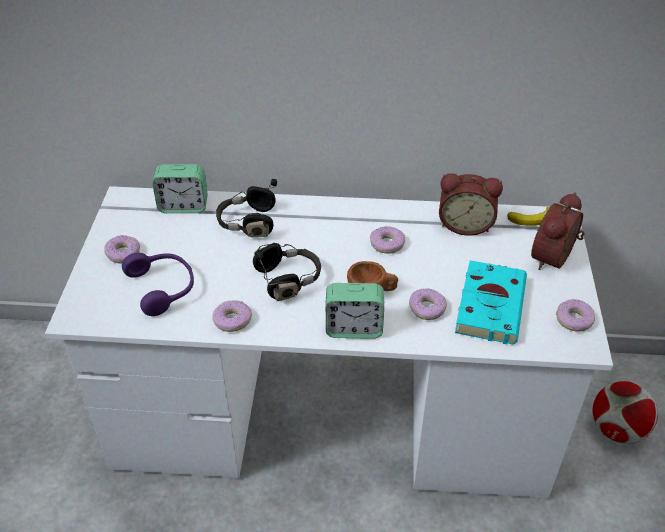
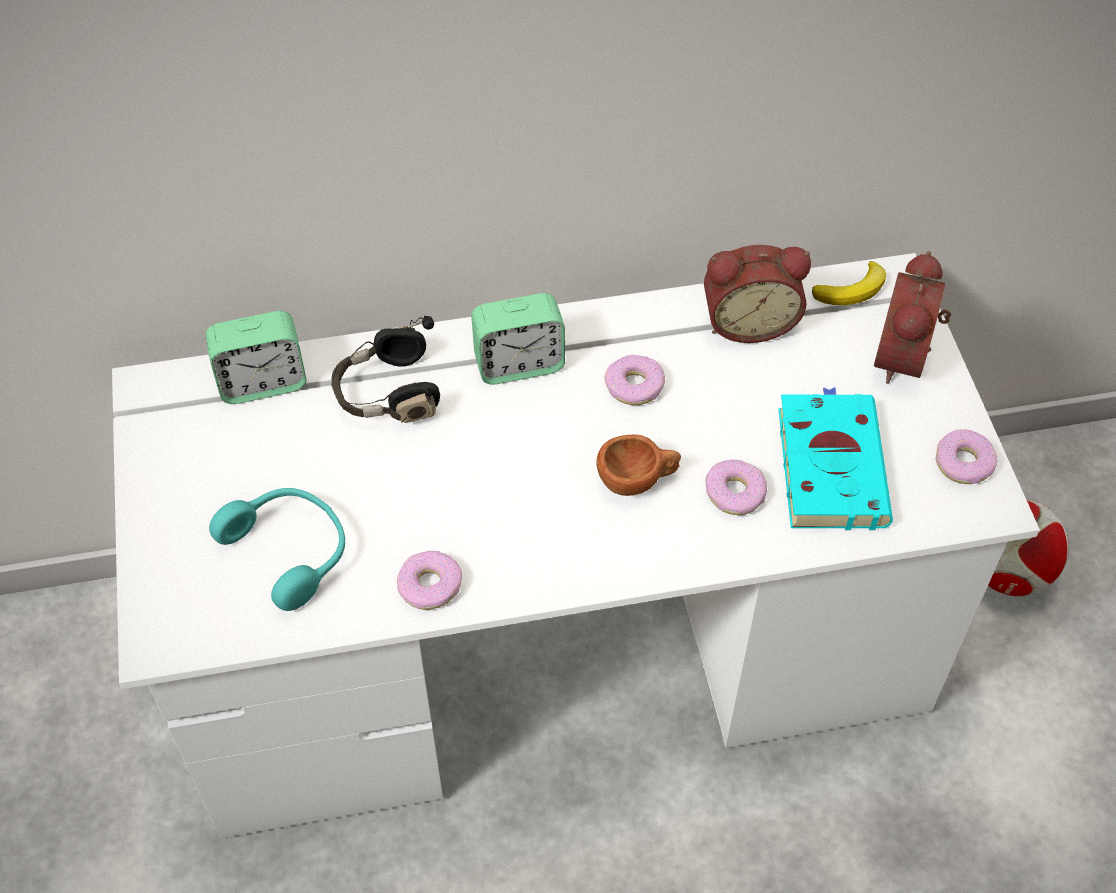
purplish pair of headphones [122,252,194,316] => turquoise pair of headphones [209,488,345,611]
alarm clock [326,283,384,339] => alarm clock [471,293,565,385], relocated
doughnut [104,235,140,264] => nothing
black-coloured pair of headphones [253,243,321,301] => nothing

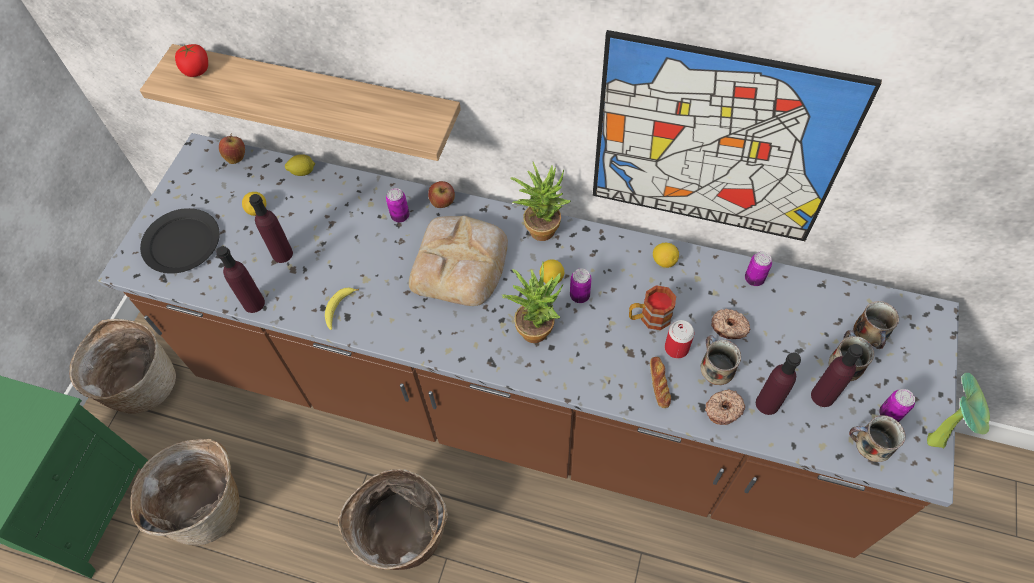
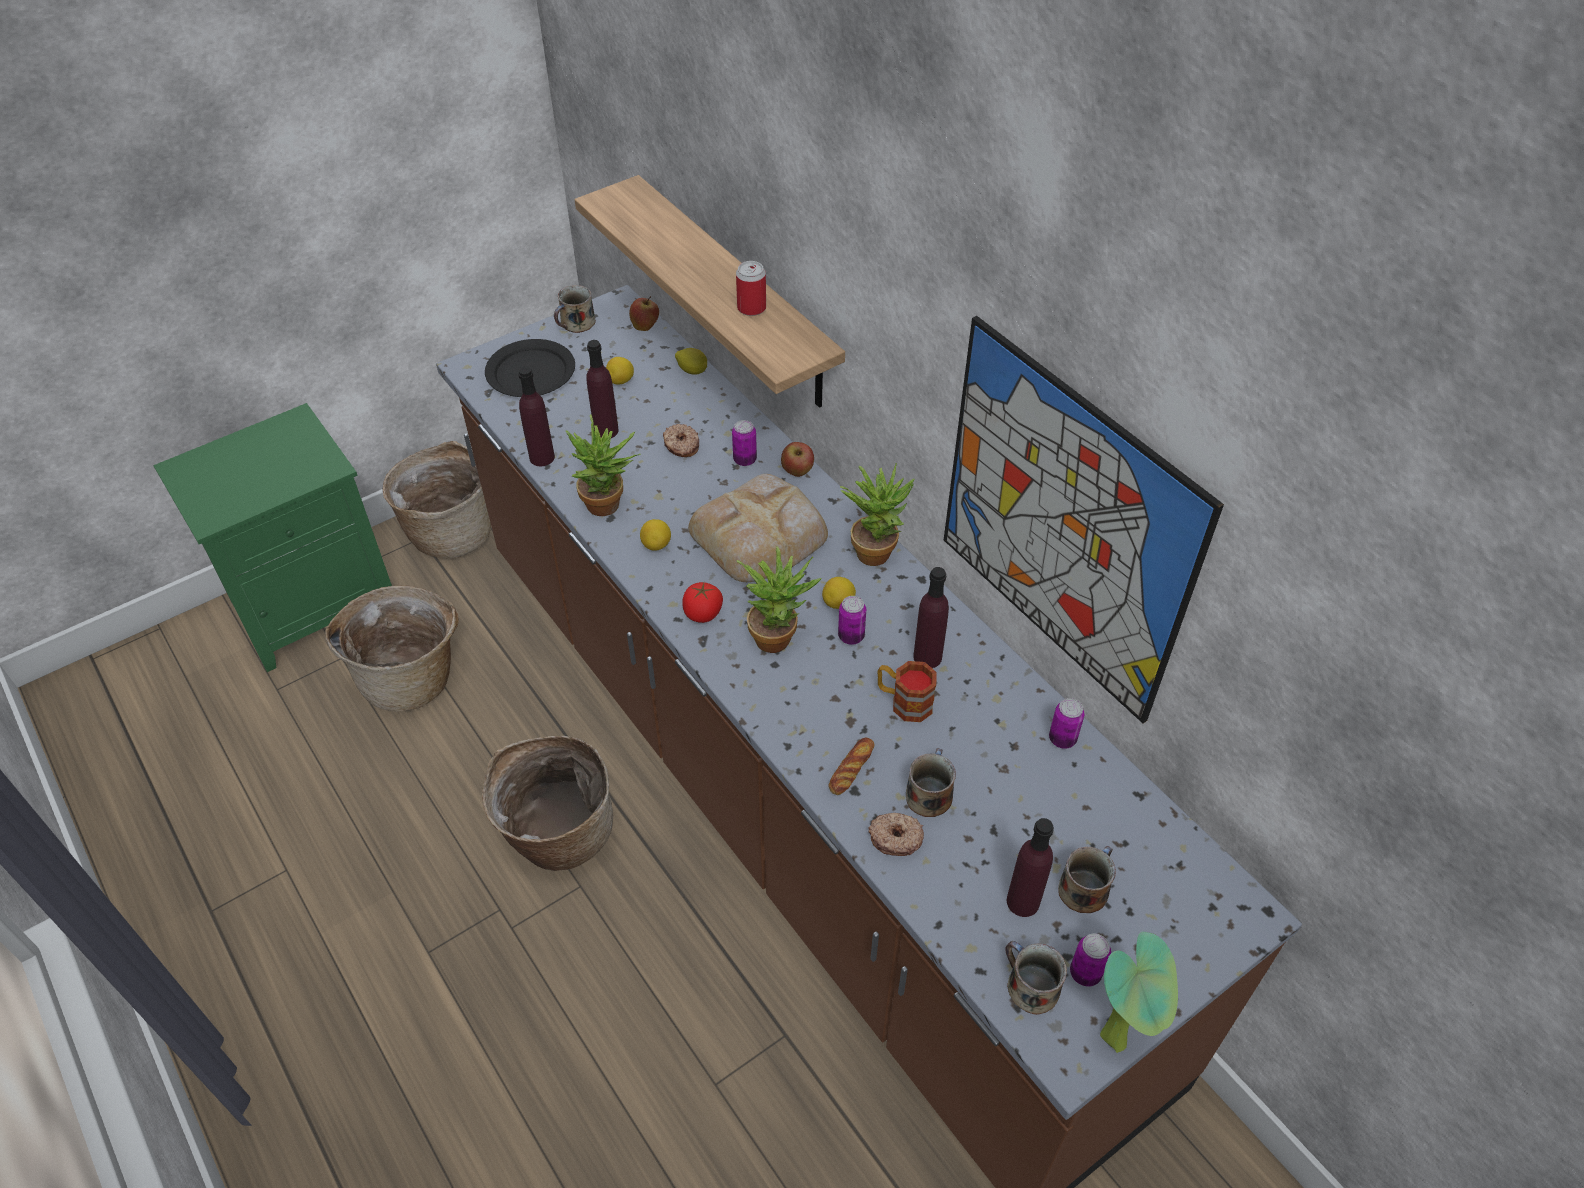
coffee mug [853,301,899,349] => coffee mug [554,285,596,333], relocated
banana fruit [325,288,359,330] => houseplant [565,415,640,516]
lemon [653,243,679,268] => lemon [640,519,671,551], relocated
doughnut [711,308,751,339] => doughnut [663,424,699,457], relocated
fresh tomato [175,44,208,77] => fresh tomato [682,582,723,623], relocated
can [665,320,695,359] => can [736,261,766,316], relocated
purplish beverage bottle [756,352,801,415] => purplish beverage bottle [913,567,949,668], relocated

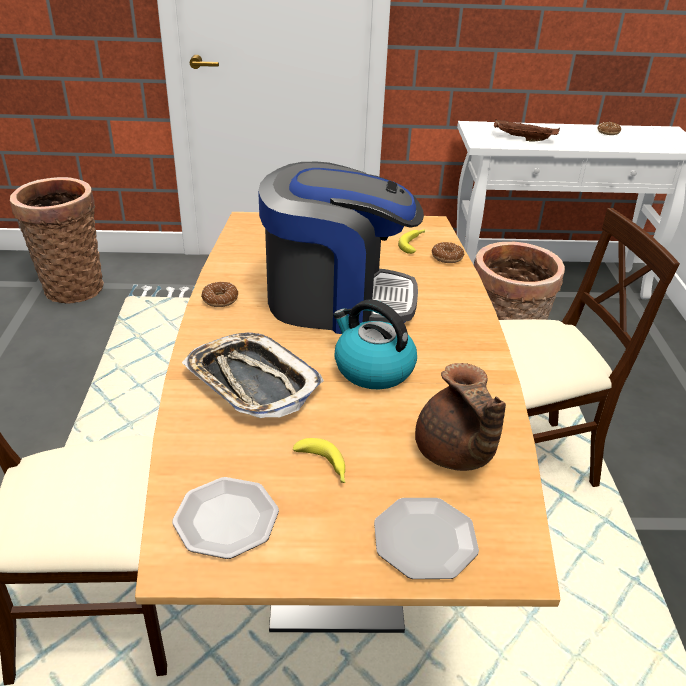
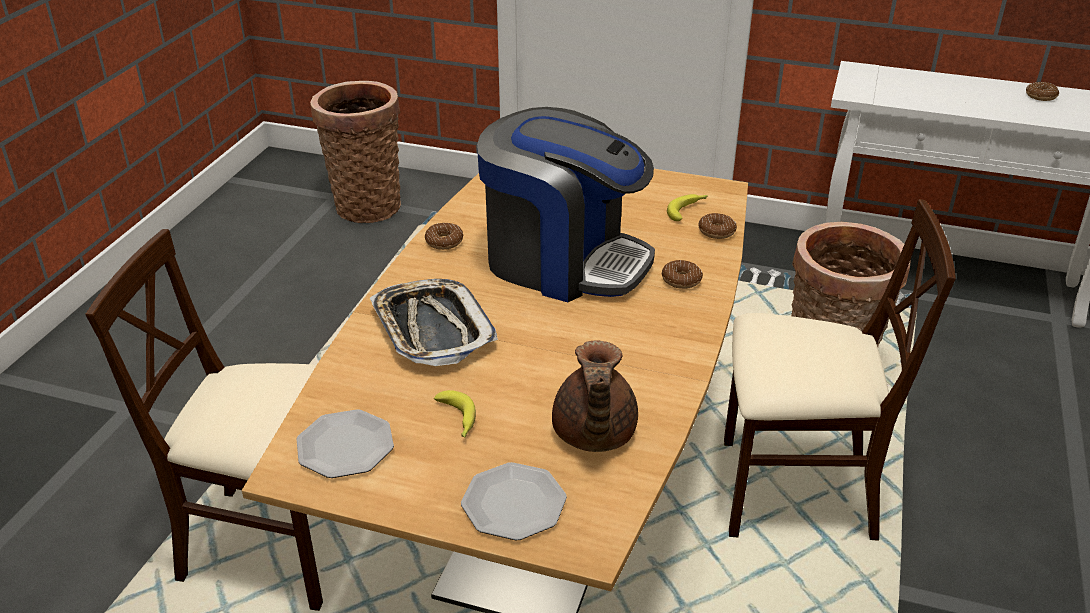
nothing => doughnut [662,260,703,289]
kettle [333,299,417,389] => nothing
brownish carrying tray [494,119,560,141] => nothing

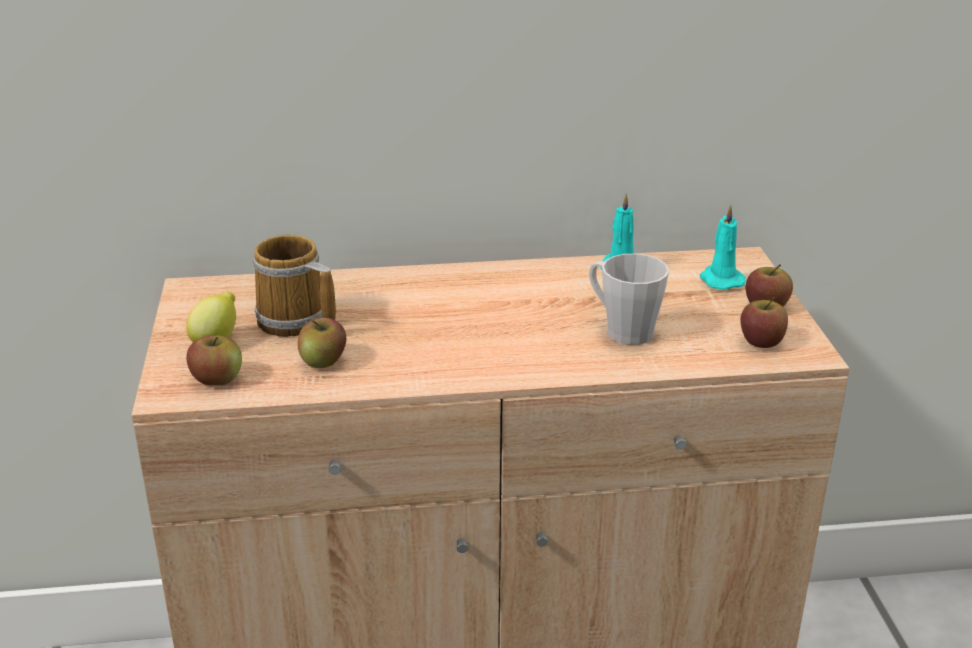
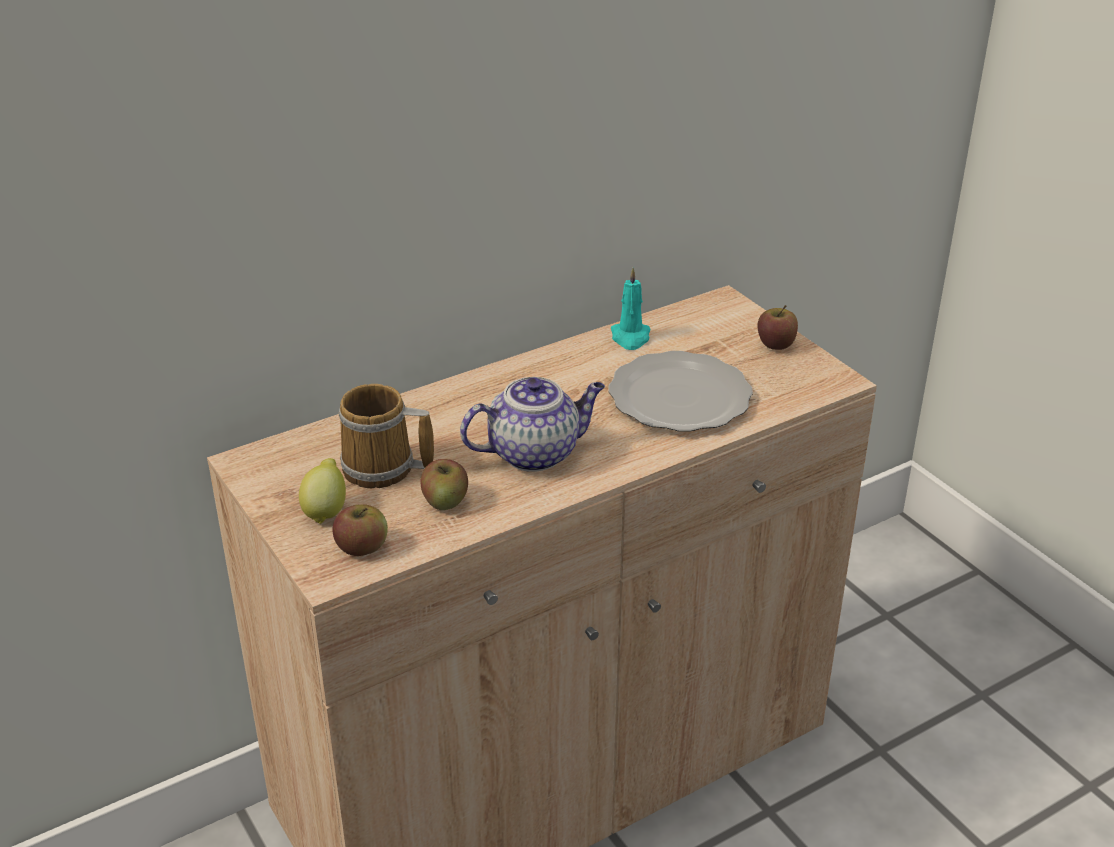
nothing => tea pot [460,377,605,472]
greyish coffee mug [589,254,669,345] => dinner plate [608,351,753,432]
turquoise wax candle [700,204,746,290] => nothing
whole apple [740,297,788,348] => nothing

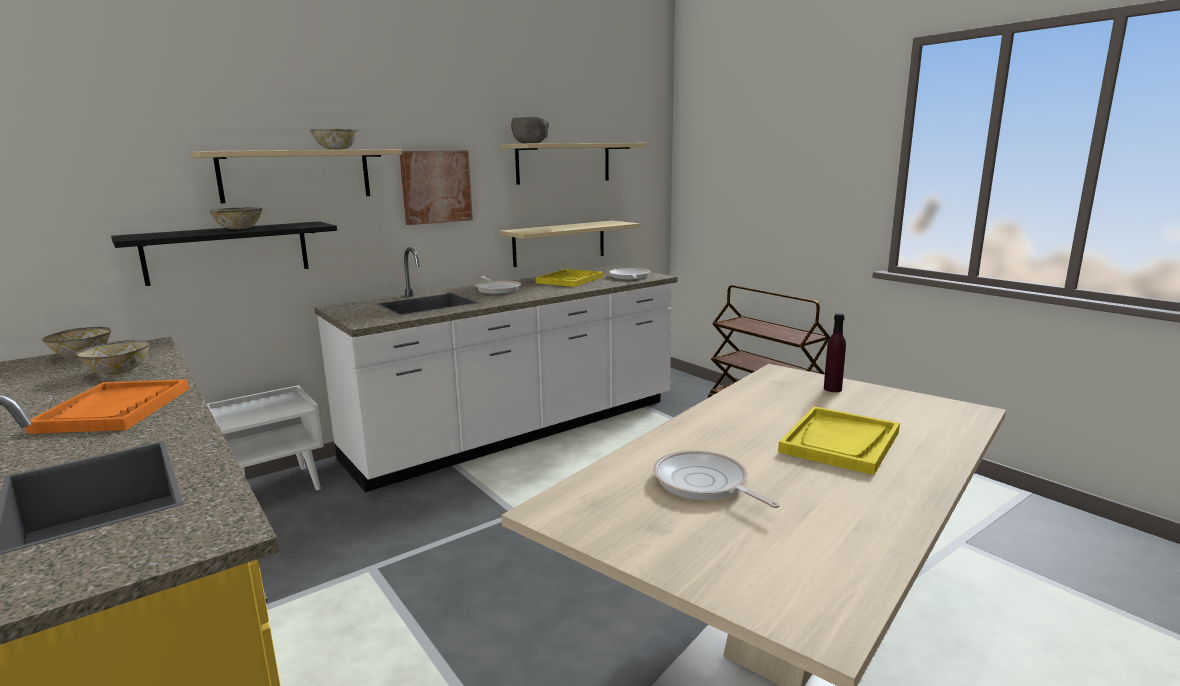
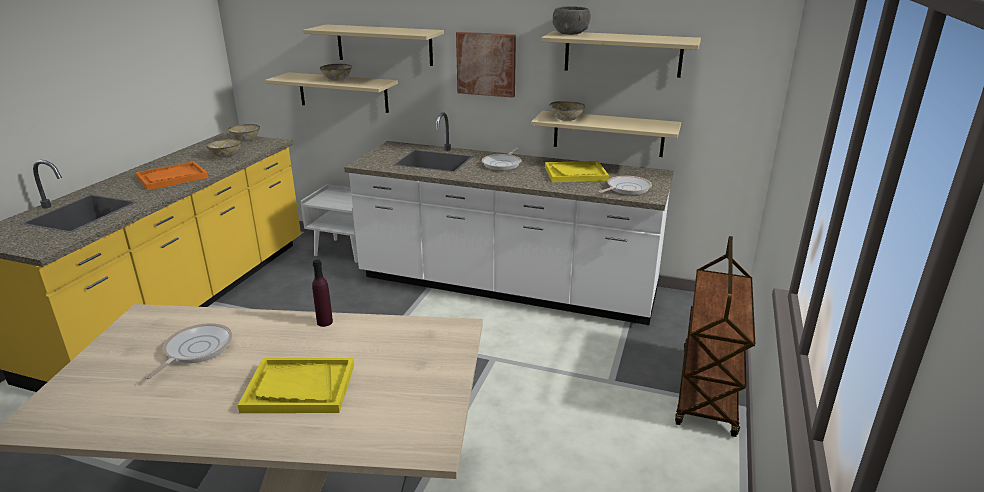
black-coloured bracket shelf [111,221,337,286] => sand-coloured bracket shelf [265,72,398,113]
purplish beverage bottle [824,313,846,392] => purplish beverage bottle [312,260,333,327], relocated
deep dish [310,129,359,150] => deep dish [549,101,585,121], relocated

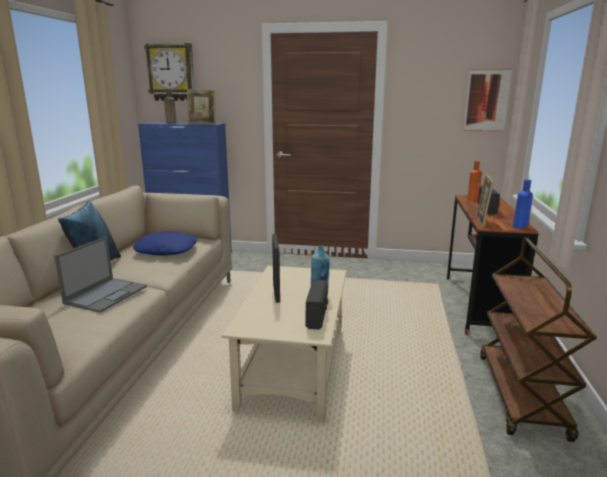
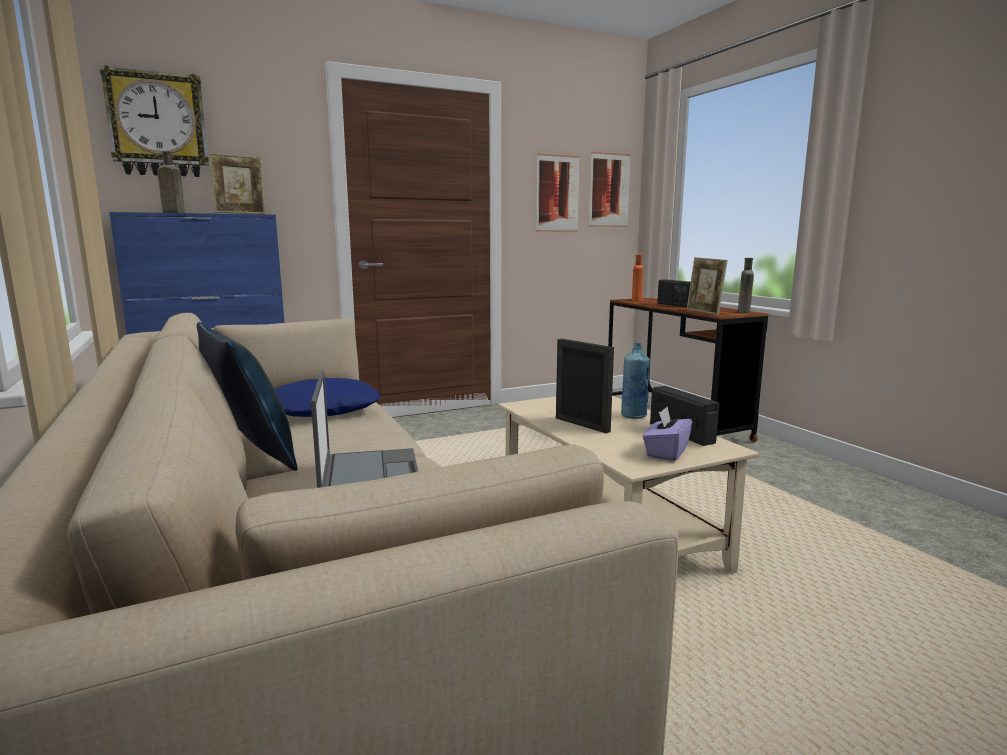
nothing => picture [536,154,580,232]
nothing => purplish box of tissues [643,407,692,461]
blue beverage bottle [513,180,533,229] => brownish beverage bottle [738,258,754,313]
brownish trolley [480,238,597,442] => nothing

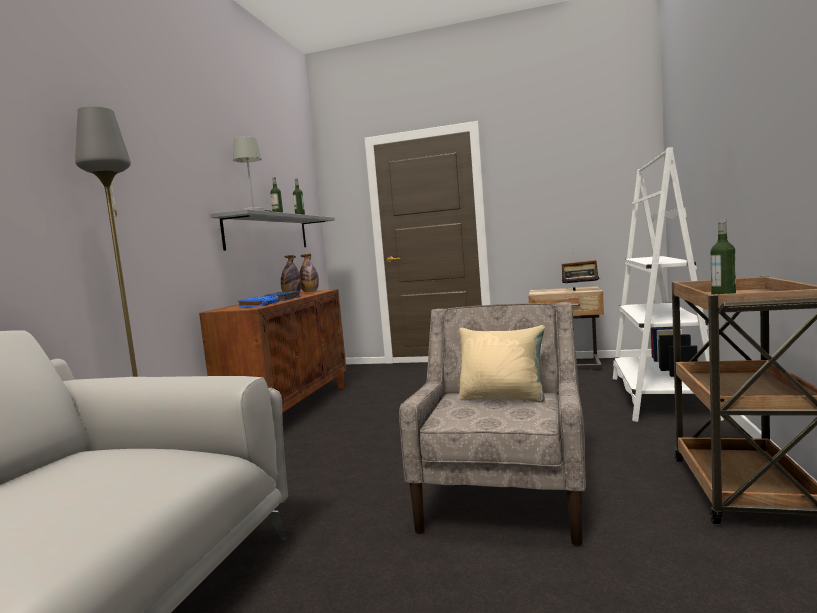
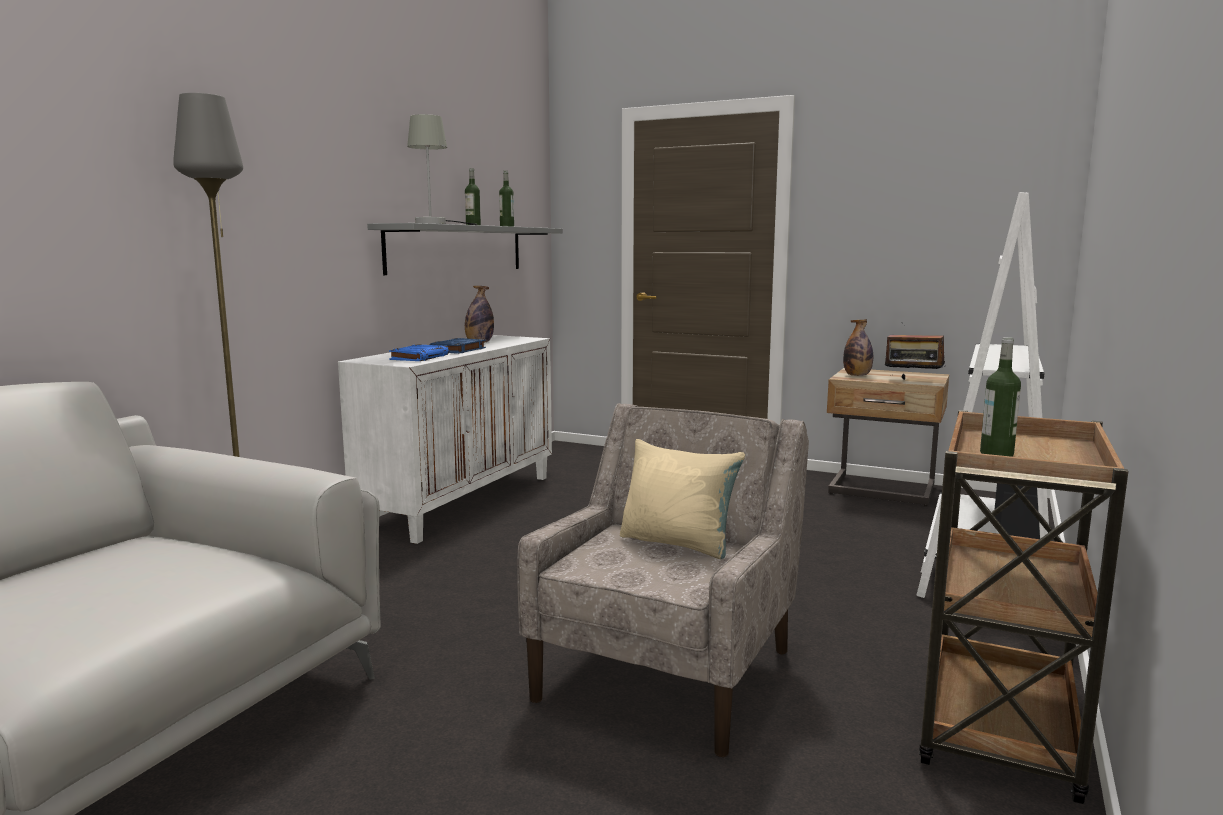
brownish storage cabinet [199,289,347,413] => white-coloured storage cabinet [338,335,552,544]
beverage bottle [299,254,319,292] => beverage bottle [843,319,873,376], relocated

